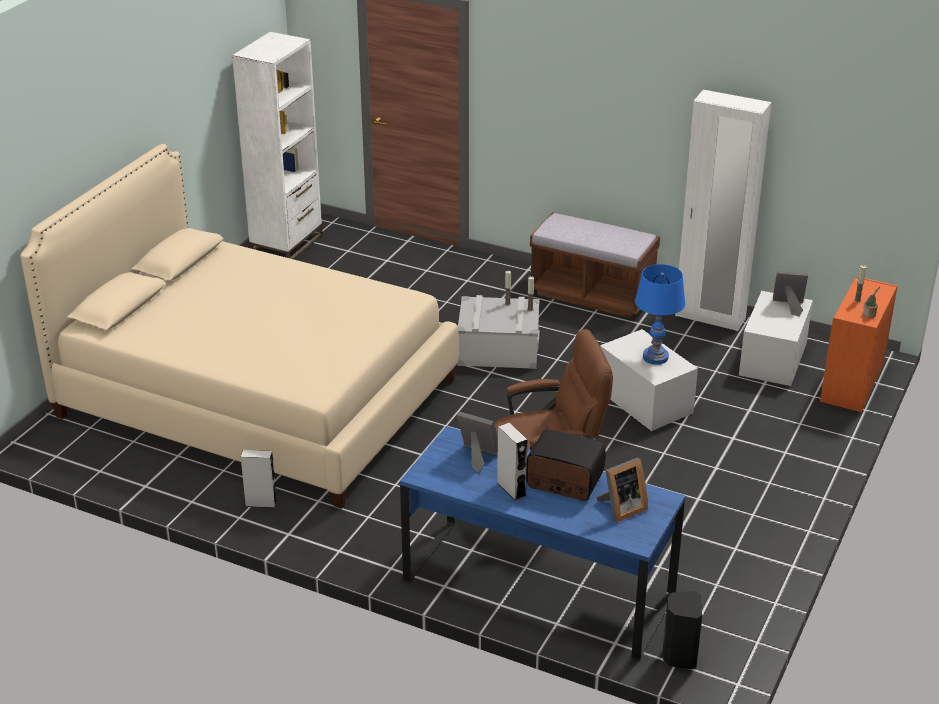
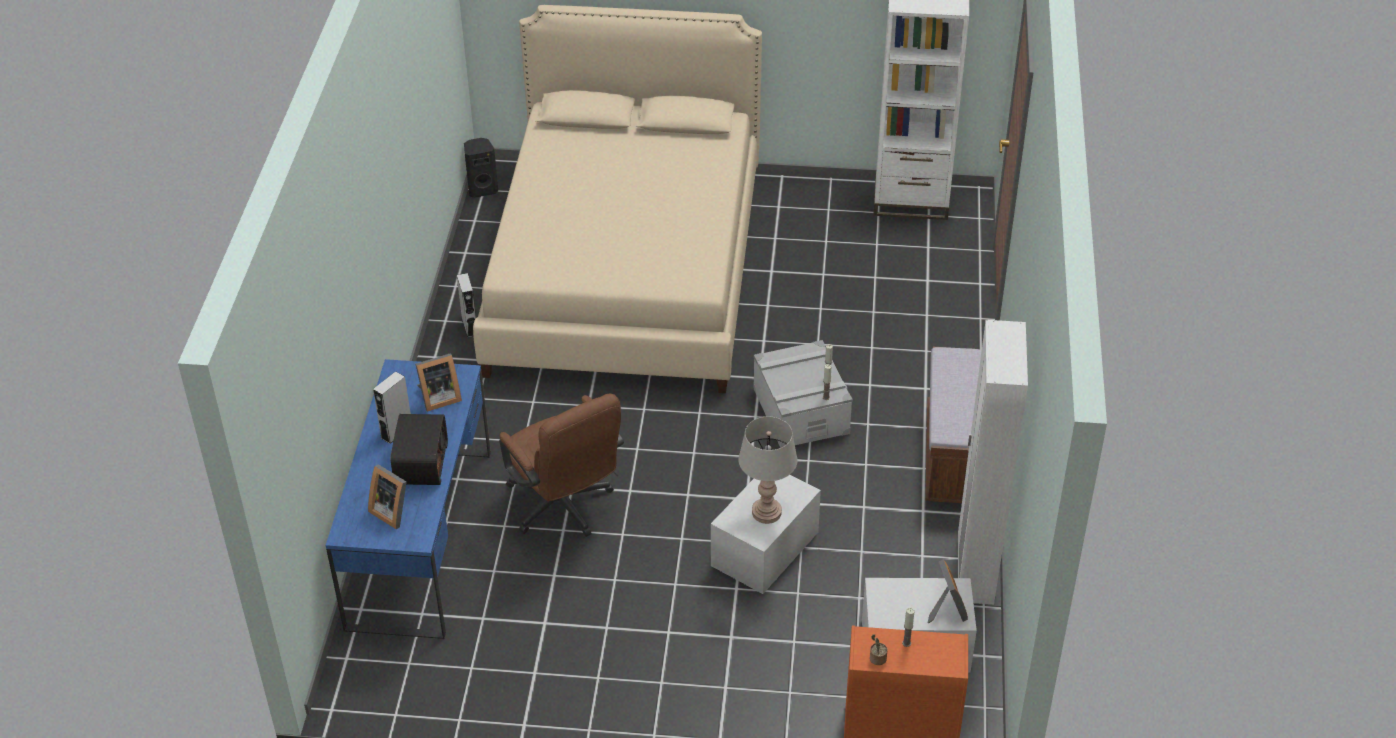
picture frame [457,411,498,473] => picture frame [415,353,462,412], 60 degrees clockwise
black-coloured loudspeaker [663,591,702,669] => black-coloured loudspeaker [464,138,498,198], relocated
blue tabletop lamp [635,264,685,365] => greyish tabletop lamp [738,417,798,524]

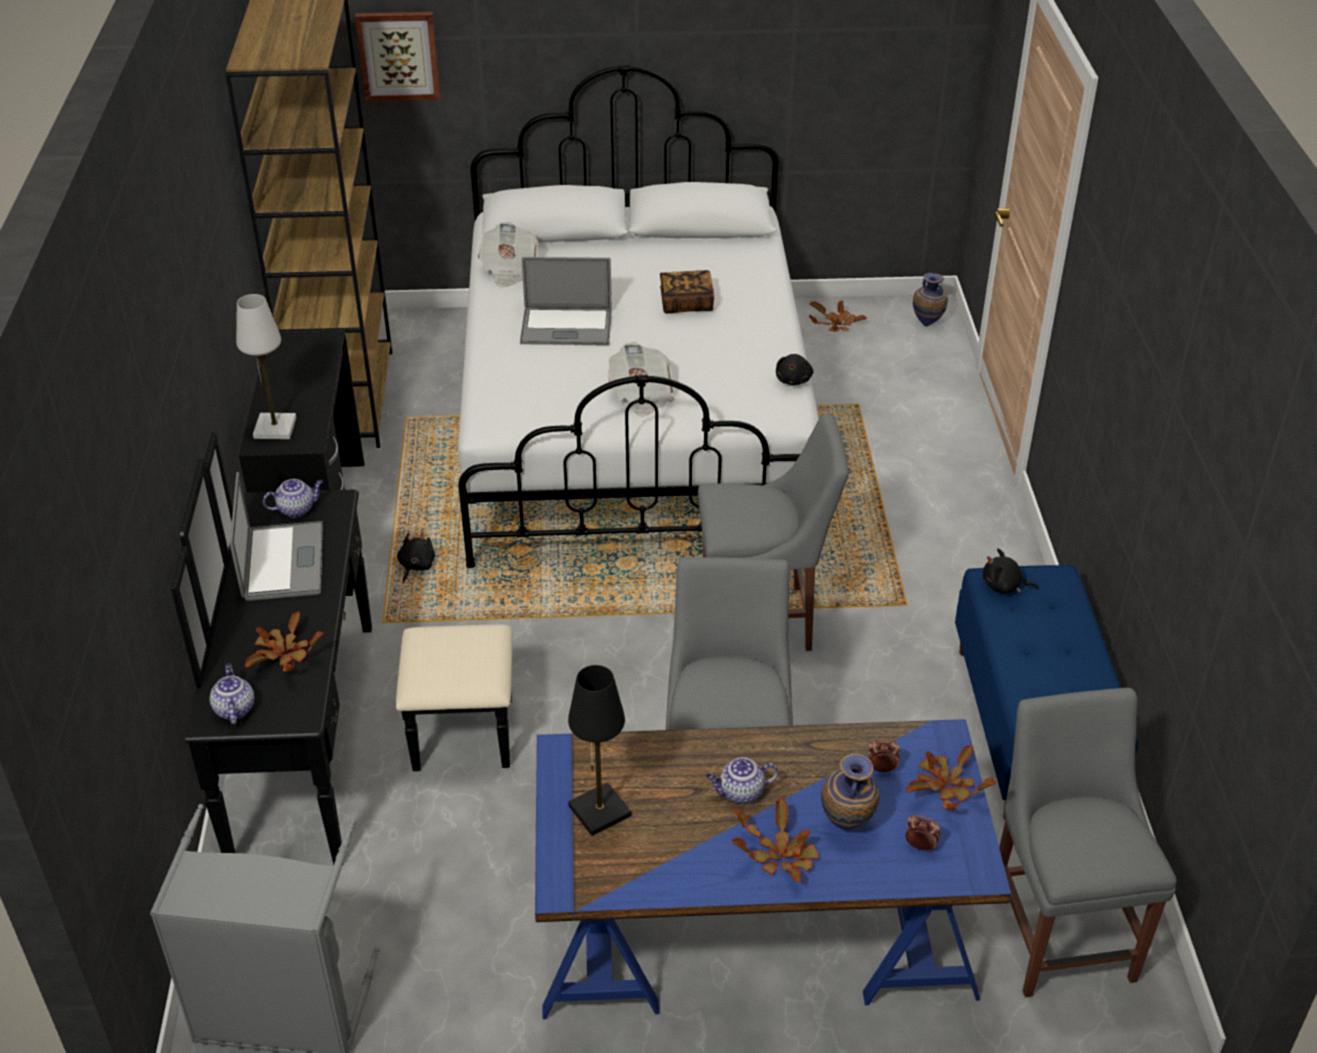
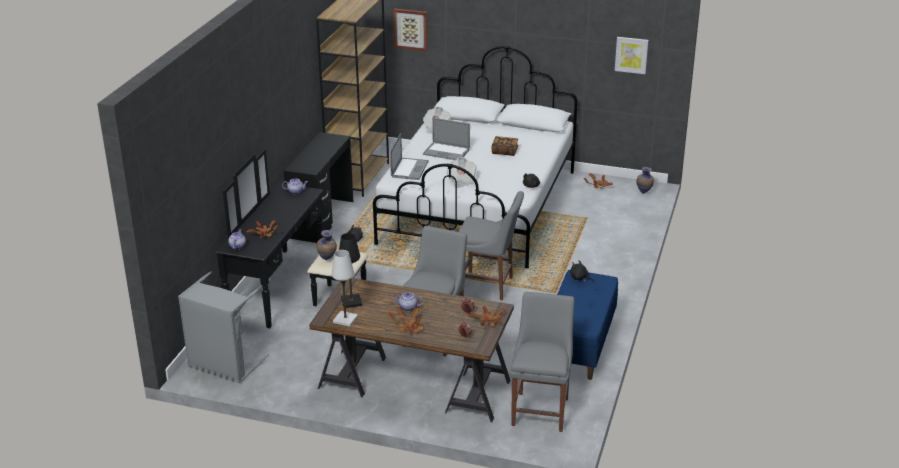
blue desk table [535,719,1011,1019] => brownish desk table [309,278,514,422]
decorative vase [821,753,879,830] => decorative vase [316,230,337,260], relocated
white-coloured tabletop lamp [236,294,297,439] => white-coloured tabletop lamp [332,250,358,327], relocated
notebook computer [230,472,323,601] => notebook computer [390,133,429,180], relocated
nothing => picture [615,37,648,74]

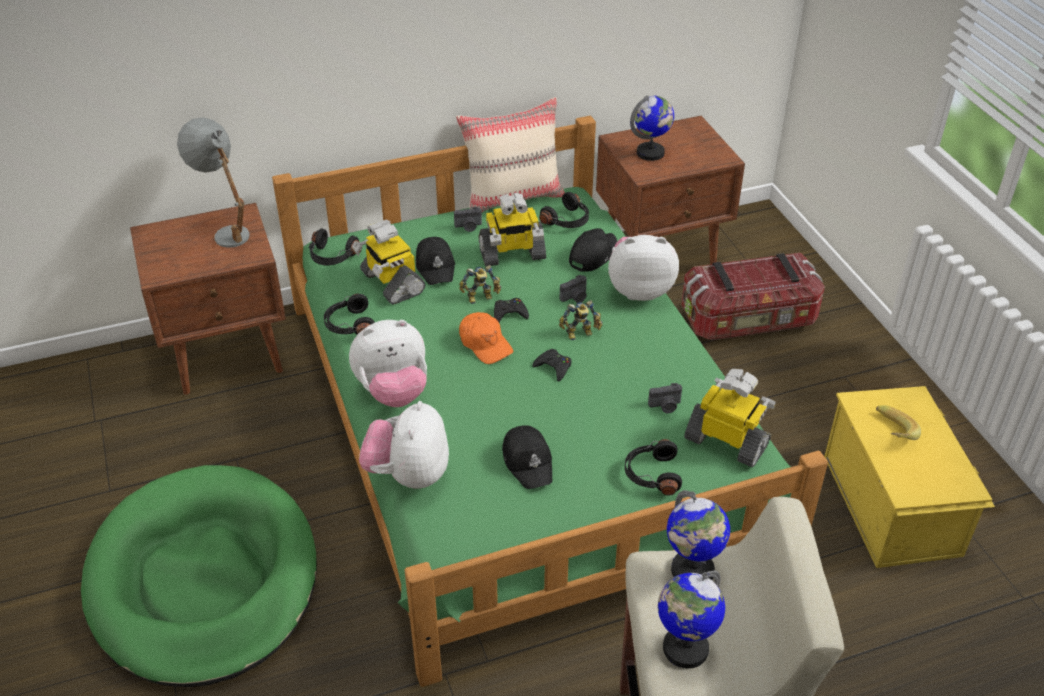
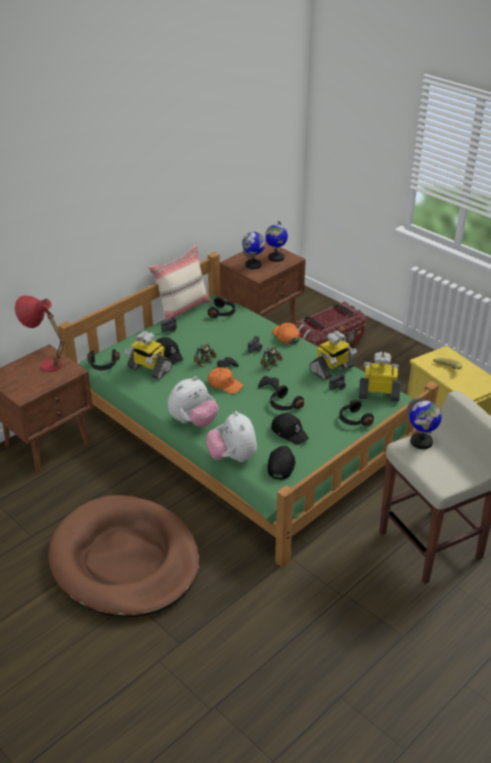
greyish tabletop lamp [177,117,250,248] => red-coloured tabletop lamp [15,296,66,372]
greenish pet bed [81,465,317,687] => brownish pet bed [48,495,200,617]
desk globe [658,570,725,669] => desk globe [265,221,288,262], relocated
black-coloured baseball cap [569,228,617,272] => black-coloured baseball cap [268,446,295,480], relocated
black-coloured pair of headphones [324,294,375,335] => black-coloured pair of headphones [270,385,304,410], relocated
cuddly toy [608,235,679,301] => orange baseball cap [272,323,300,345]
model robot [479,193,546,266] => model robot [309,331,357,380], relocated

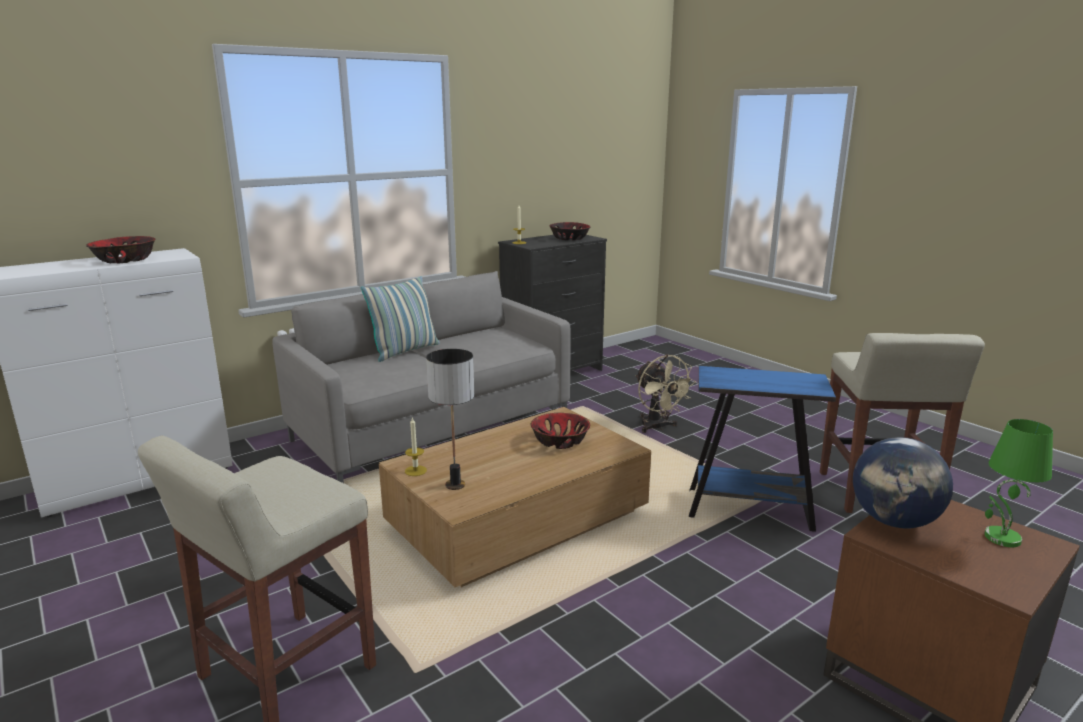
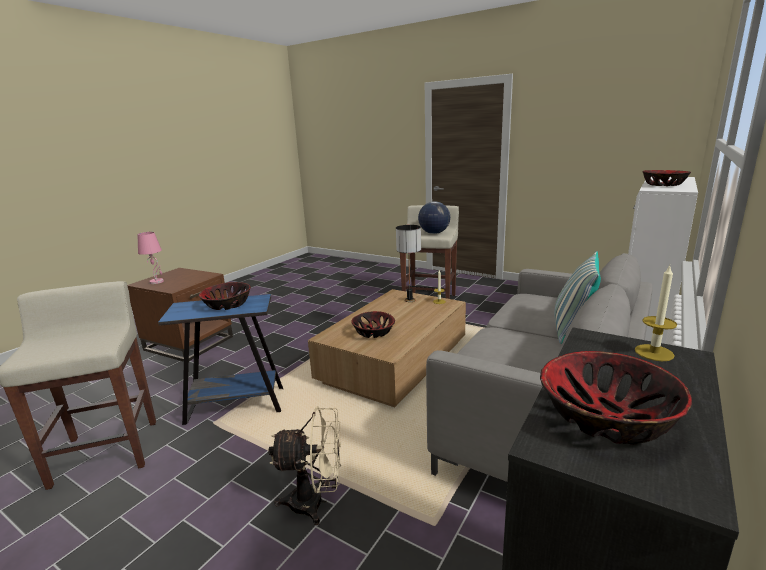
greenish tabletop lamp [985,419,1053,547] => pink-coloured tabletop lamp [137,232,164,284]
nothing => deep dish [199,282,251,310]
sand-coloured cooling fan [635,355,696,433] => sand-coloured cooling fan [268,406,341,525], 135 degrees clockwise
desk globe [853,437,953,529] => desk globe [418,201,450,234], relocated

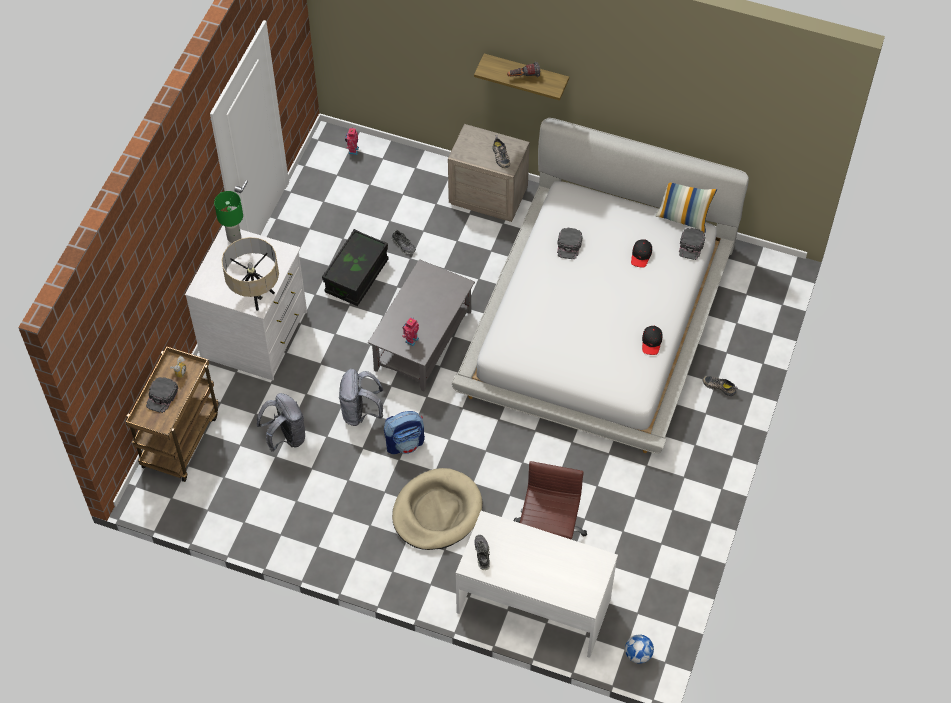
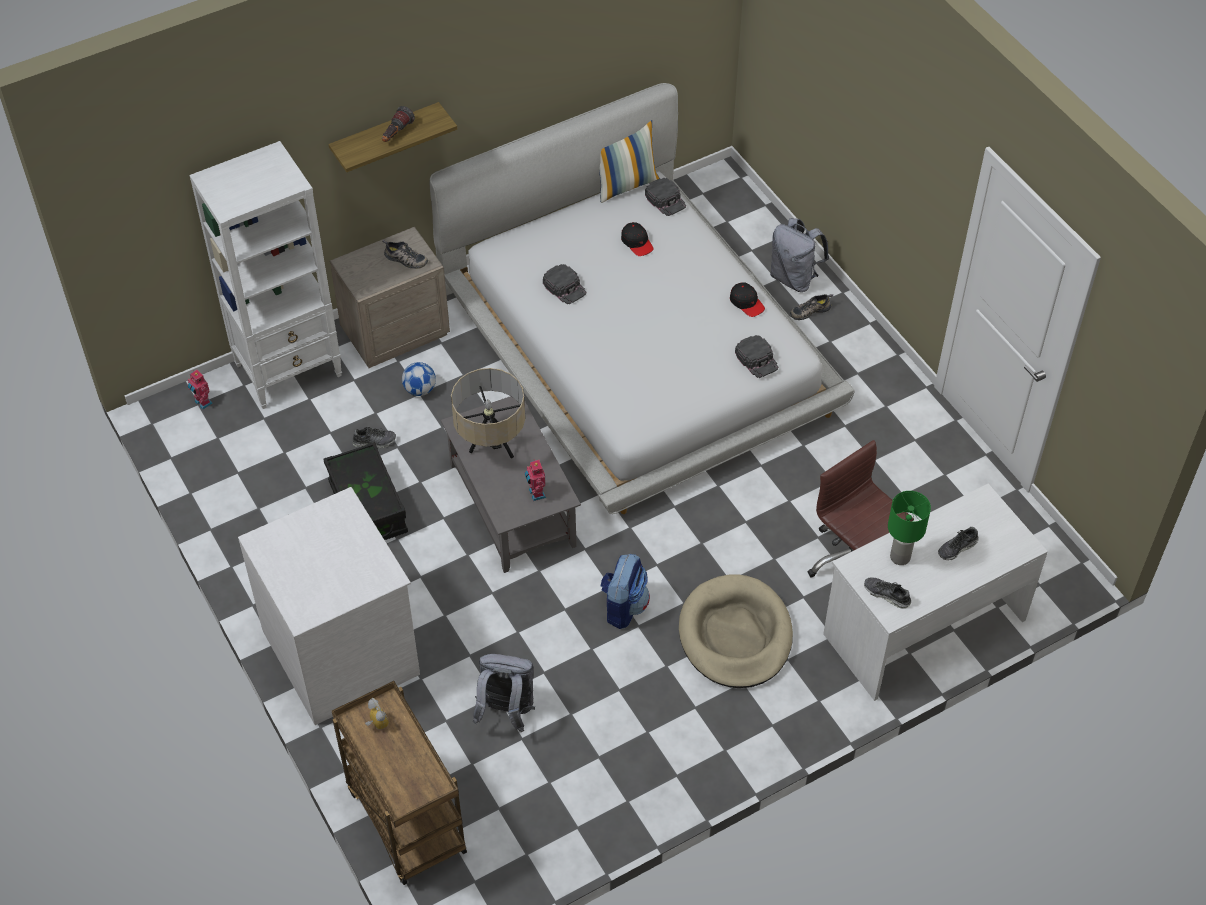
nothing => white-coloured bookcase [189,141,342,409]
football ball [625,635,654,664] => football ball [402,362,436,396], relocated
sand-coloured tabletop lamp [222,237,279,311] => sand-coloured tabletop lamp [451,368,525,458], relocated
black-coloured baseball cap [146,377,178,413] => black-coloured baseball cap [735,335,778,378], relocated
greyish rucksack [339,369,383,426] => greyish rucksack [770,218,829,292], relocated
greenish tabletop lamp [214,191,243,243] => greenish tabletop lamp [888,491,931,565], relocated
nothing => low shoe [938,527,979,560]

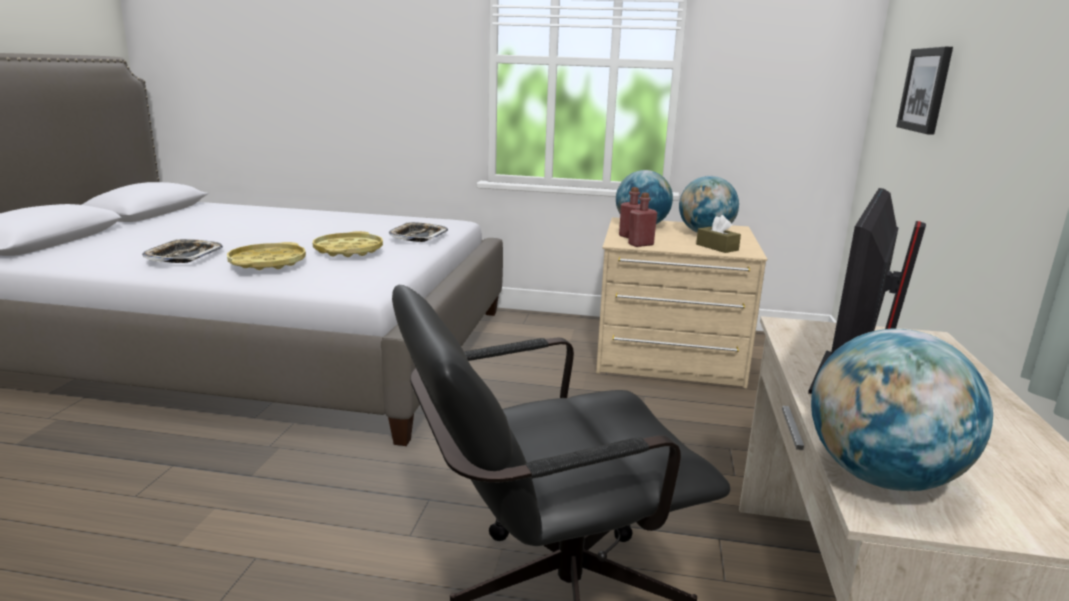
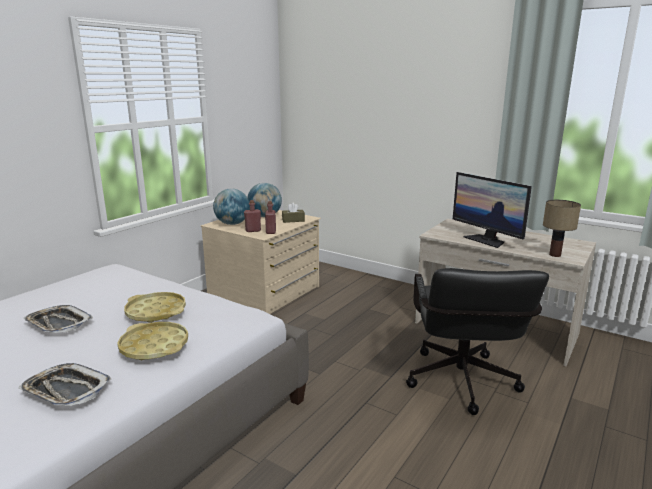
carrying tray [389,222,448,242] => carrying tray [23,305,93,333], relocated
desk globe [811,329,993,491] => tabletop lamp [543,200,581,257]
picture [896,47,953,135] => nothing

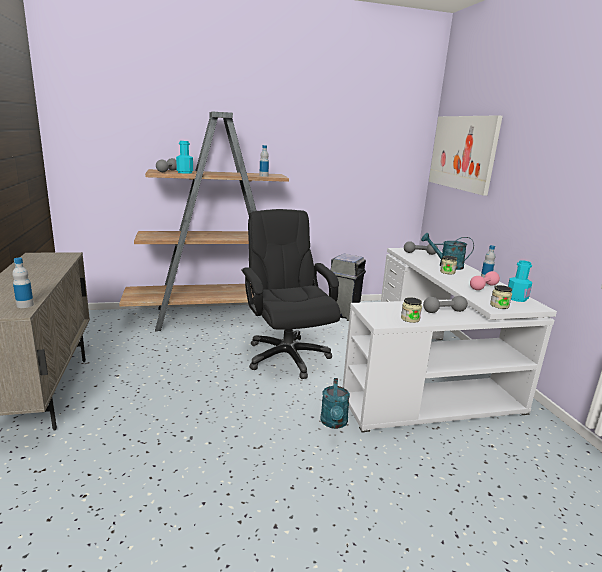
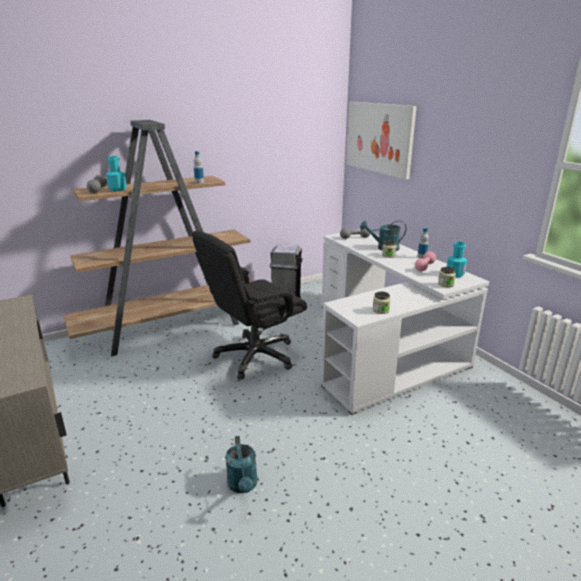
black-coloured computer chair [241,209,340,379] => black-coloured computer chair [192,230,307,379], 90 degrees counterclockwise
turquoise sprinkling can [320,378,350,429] => turquoise sprinkling can [225,436,258,493], relocated
beverage bottle [12,258,34,308] => nothing
greyish hand weight [423,296,468,313] => nothing

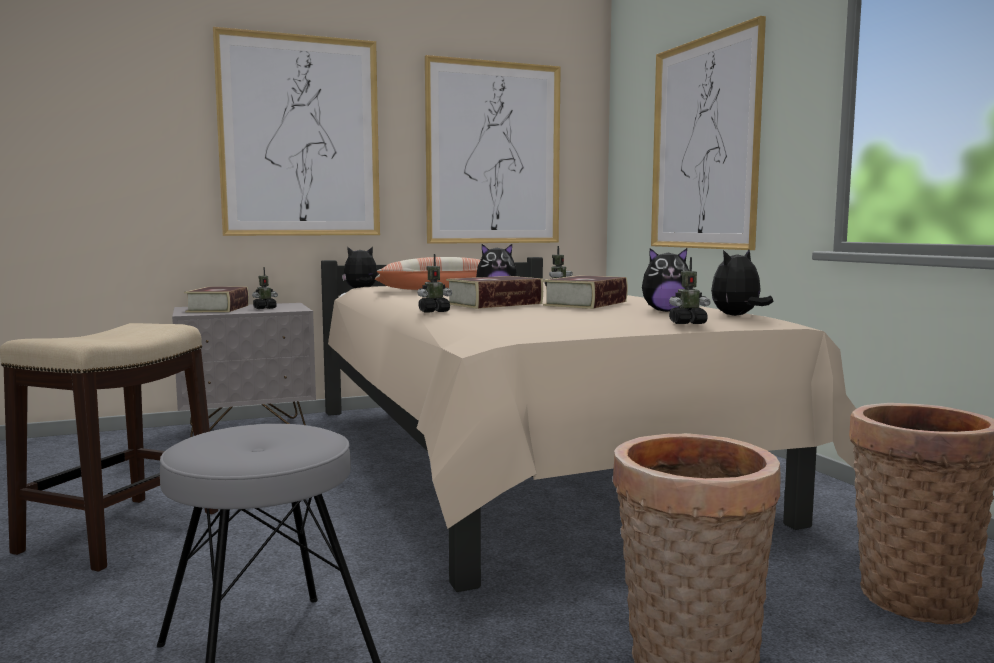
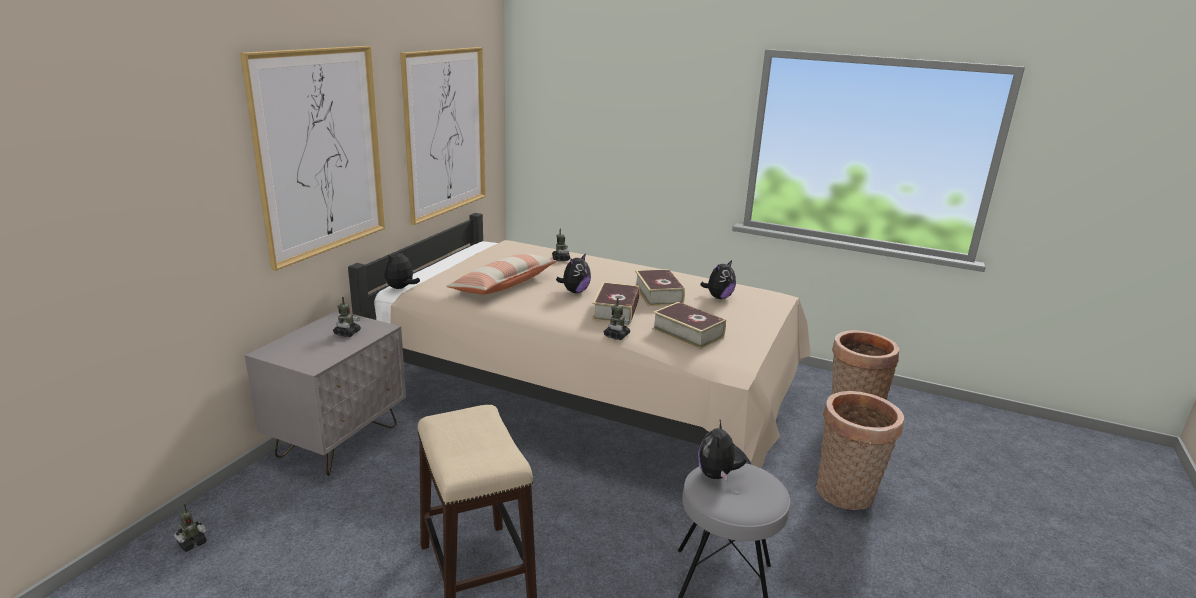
model robot [669,257,711,324] => model robot [174,504,207,552], relocated
book [184,287,249,312] => book [652,302,726,349], relocated
cuddly toy [711,250,774,316] => cuddly toy [698,420,746,481], relocated
picture [651,16,766,250] => nothing

